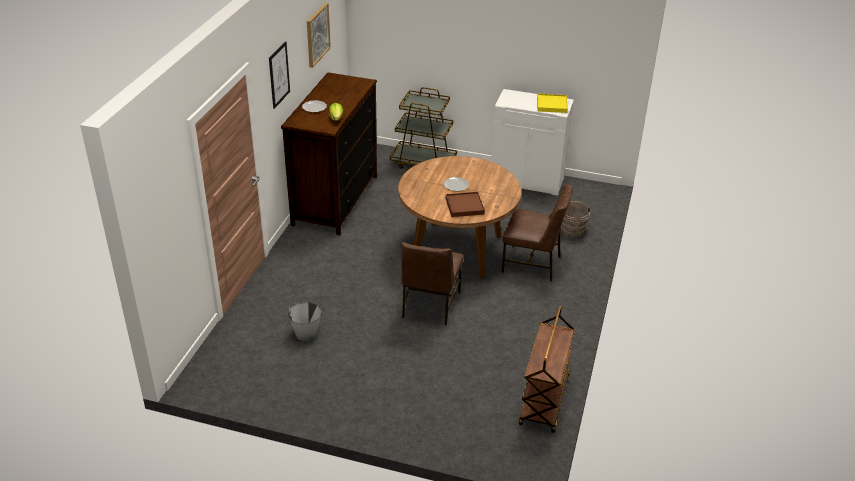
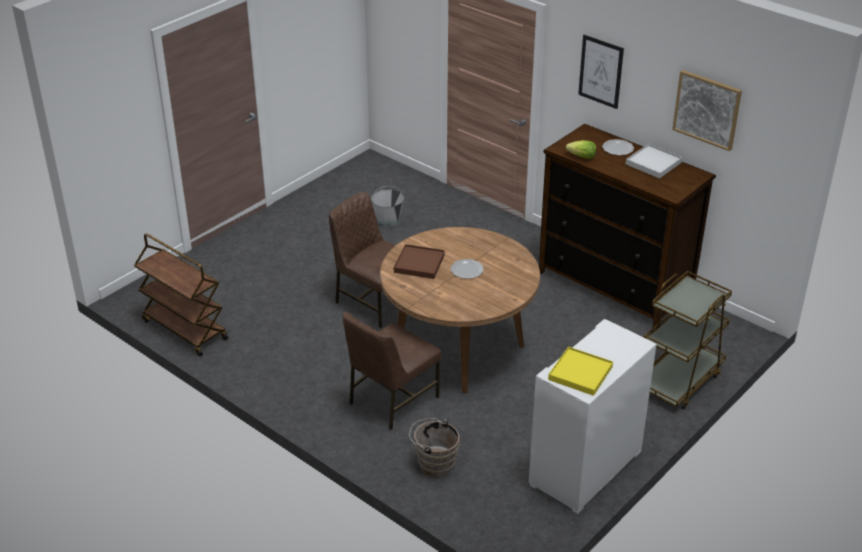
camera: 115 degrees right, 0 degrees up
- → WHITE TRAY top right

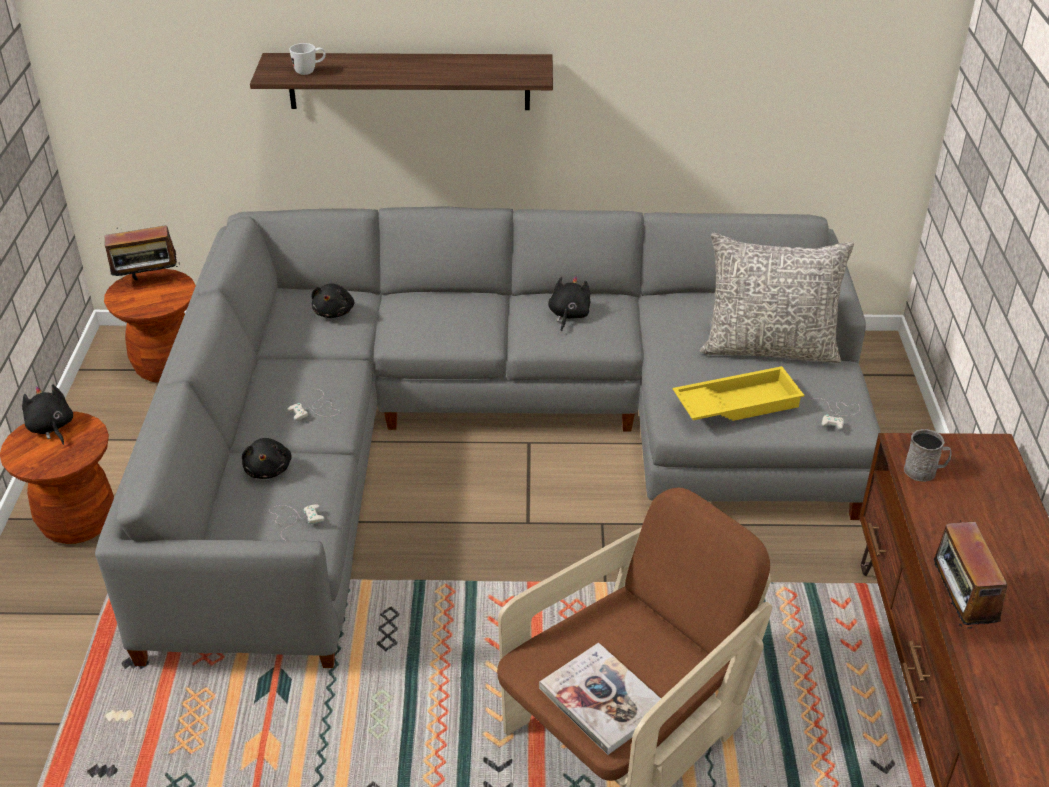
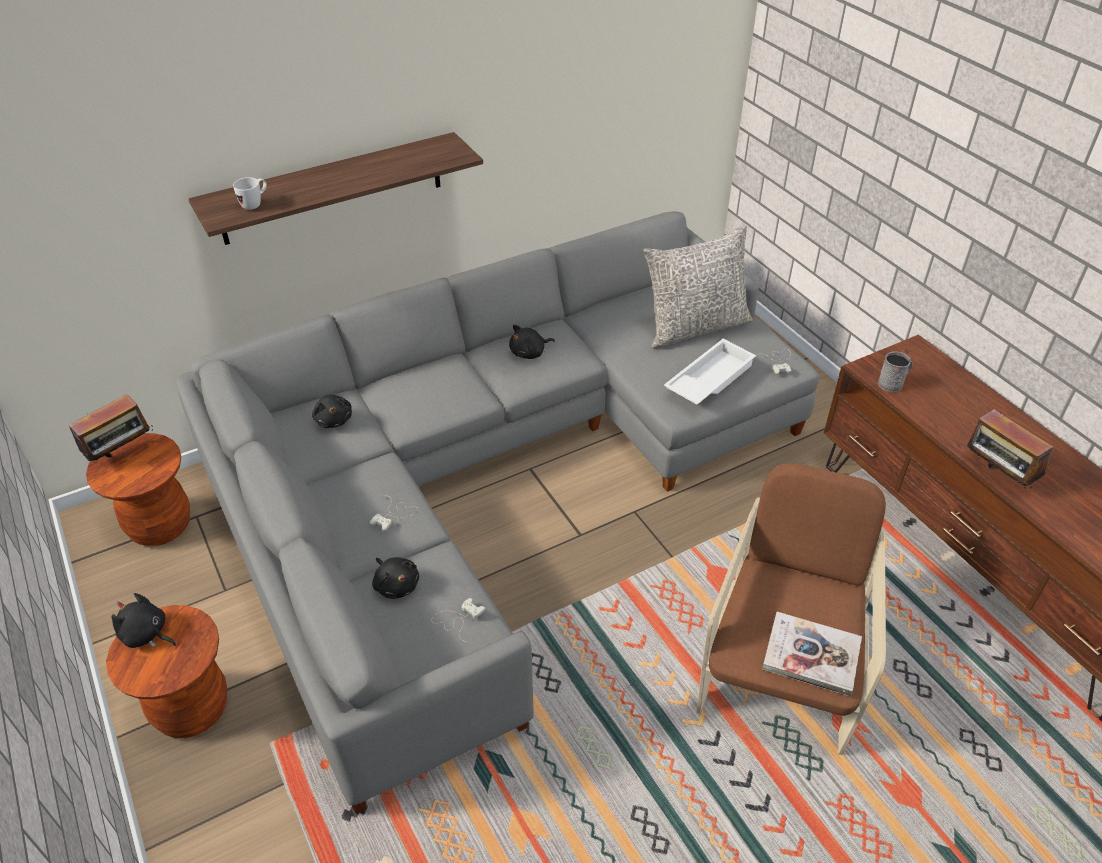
camera: 30 degrees left, 5 degrees up
BLACK SOFT TOY (4th from left) centre, 105 degrees counterclockwise
YELLOW-COLOURED TRAY middle right → WHITE TRAY centre

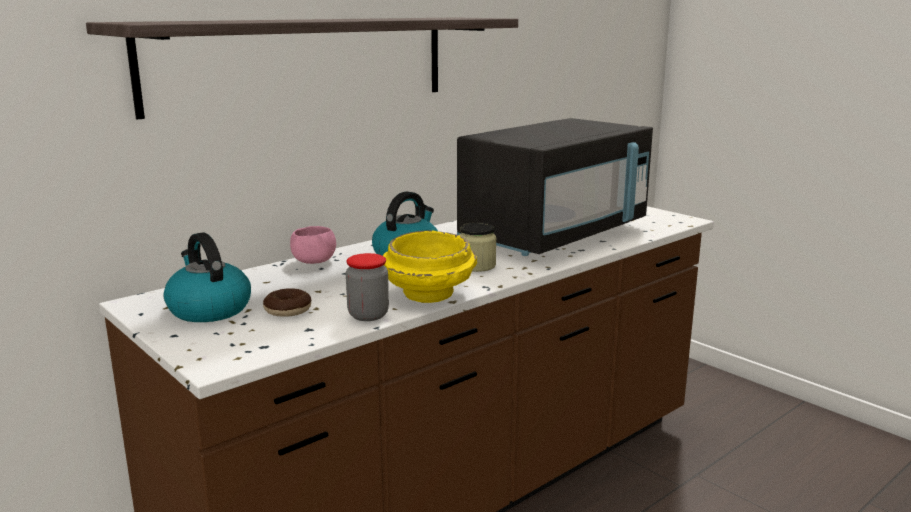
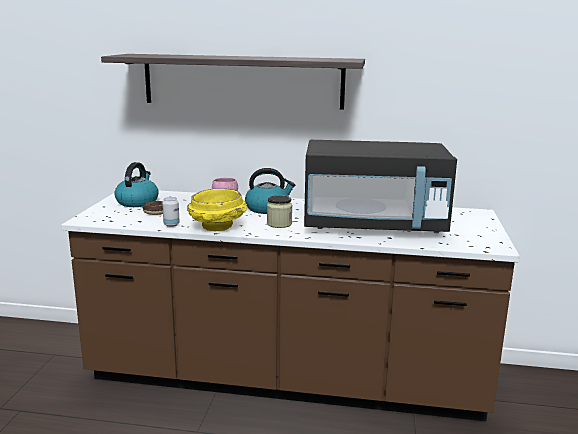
camera: 50 degrees right, 0 degrees up
STORAGE JAR (1st from left) centre → SEALED CAN middle left

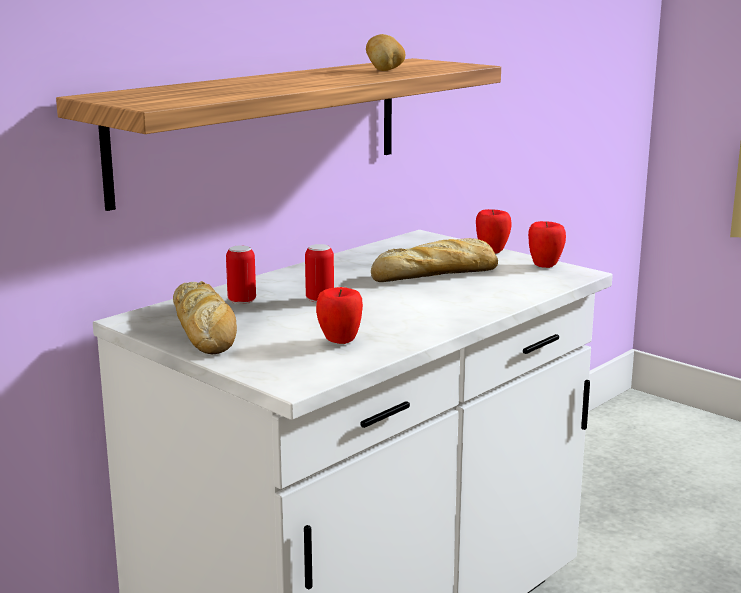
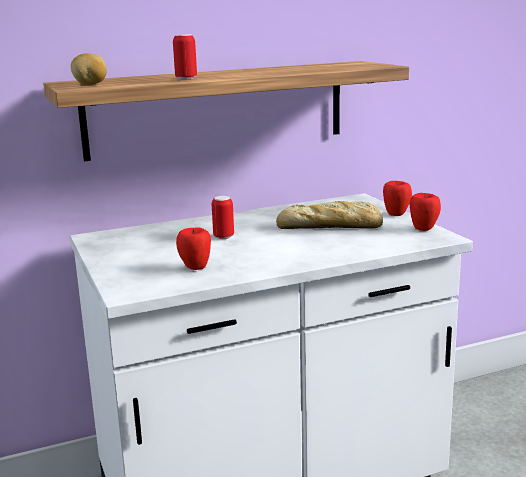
camera: 25 degrees right, 0 degrees up
POTATO top centre → POTATO top left, moved
SEALED CAN (1st from left) middle left → SEALED CAN (1st from left) top centre, moved
BAKED BREAD (1st from left) middle left → -

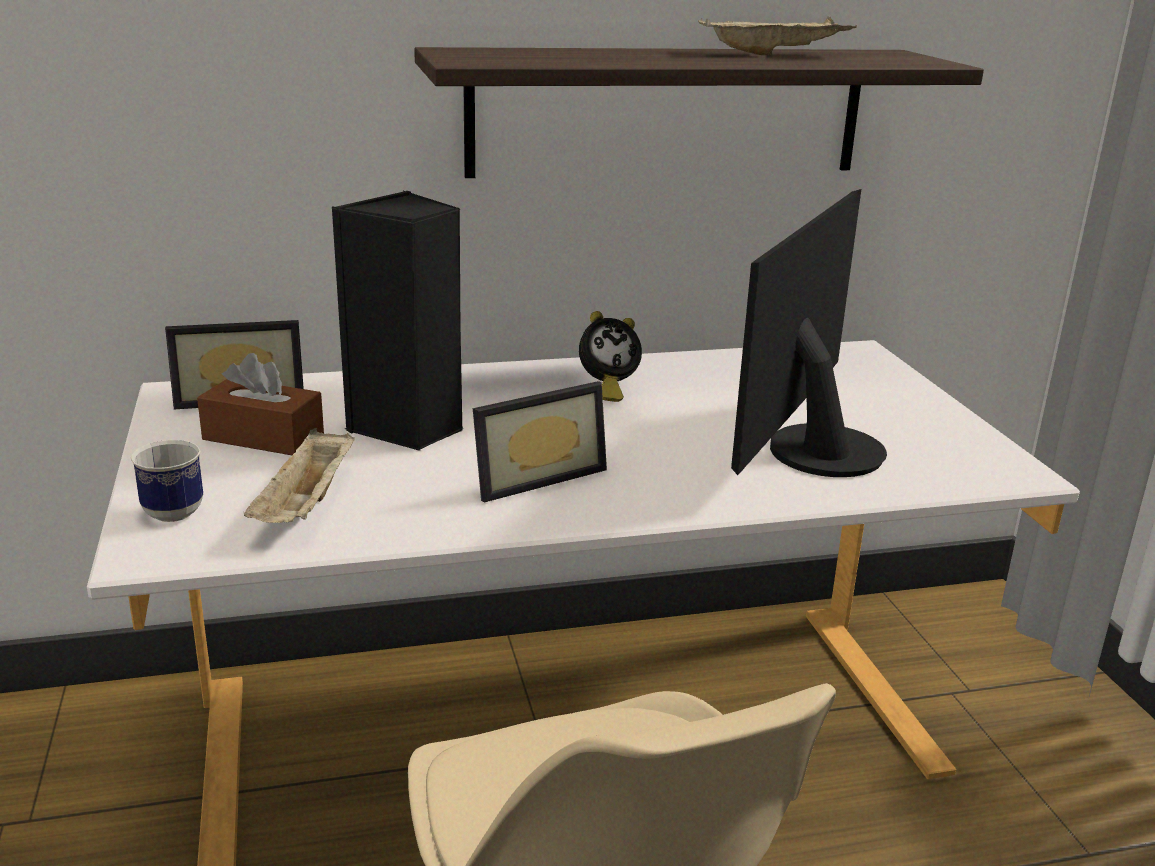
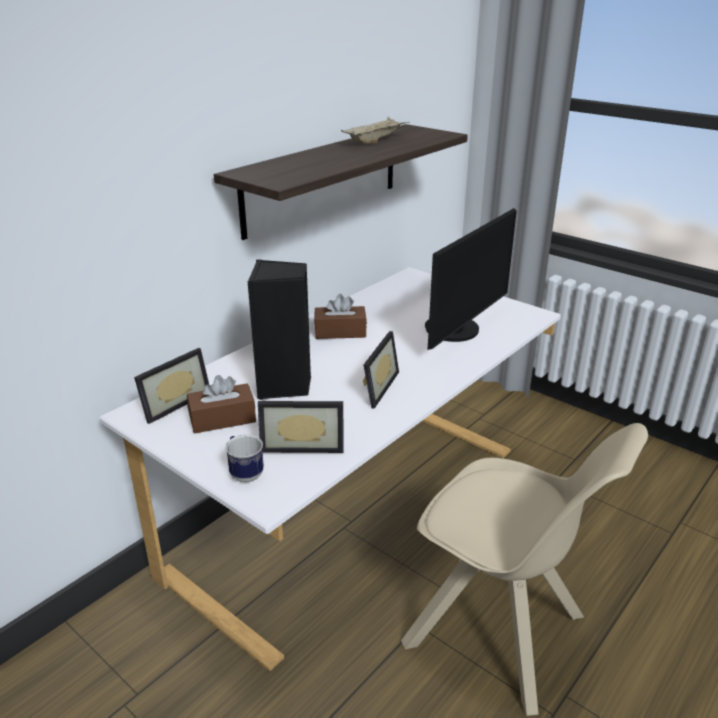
camera: 35 degrees left, 5 degrees up
COMPUTER DISPLAY middle right → COMPUTER DISPLAY centre, 135 degrees counterclockwise
BEDSIDE CLOCK centre → BROWN TISSUE BOX (2nd from left) centre
SAND-COLOURED TRAY (1st from left) middle left → STANDING FRAME (2nd from left) centre

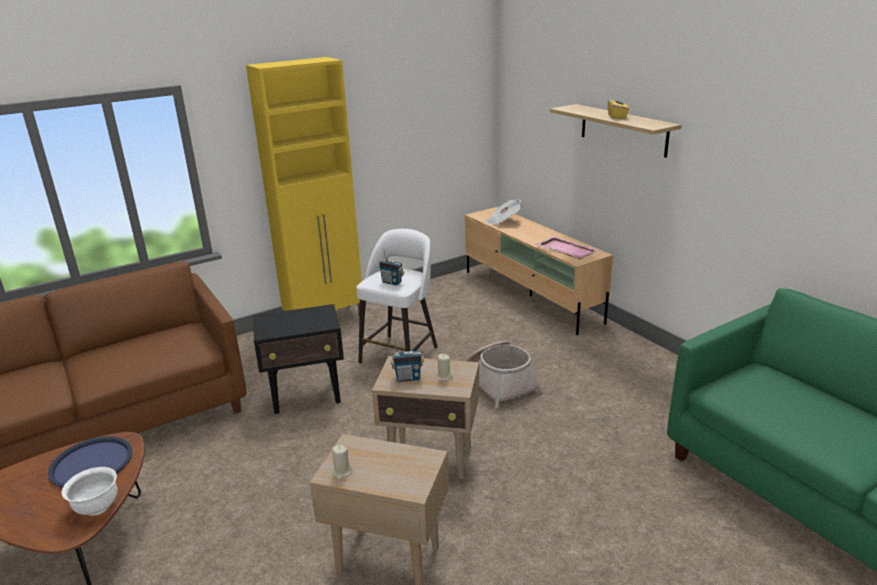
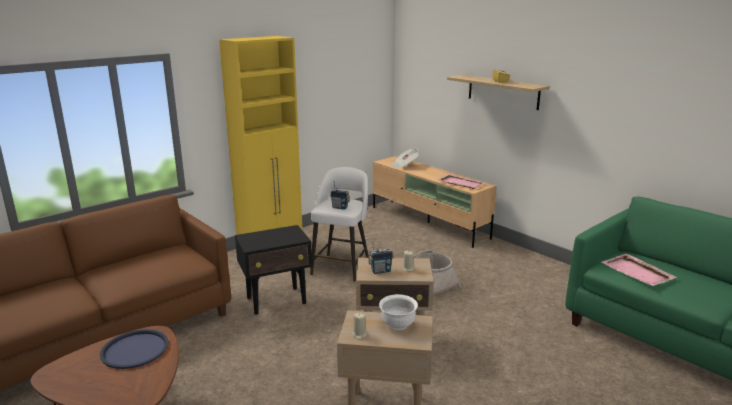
camera: 10 degrees left, 5 degrees down
WHITE SERVING BOWL bottom left → WHITE SERVING BOWL bottom centre, moved
- → PINK-COLOURED TRAY (2nd from left) bottom right

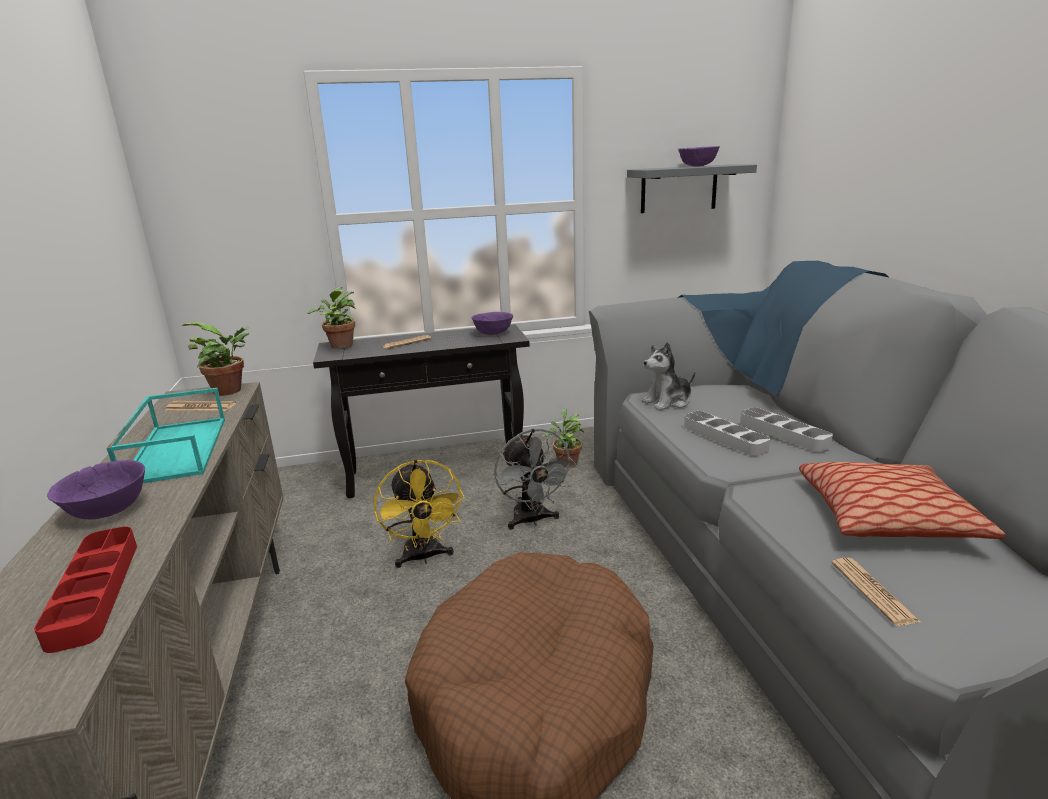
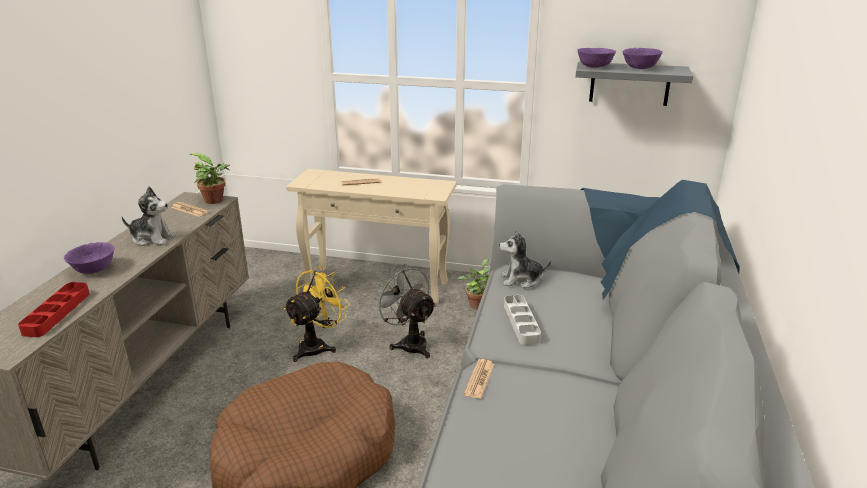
camera: 25 degrees right, 5 degrees up
HOUSEPLANT (2nd from left) middle left → -
PURPLE SERVING BOWL (2nd from left) centre → PURPLE SERVING BOWL (2nd from left) top right, moved
BLACK CONSOLE TABLE centre → SAND-COLOURED CONSOLE TABLE centre
BLUE-GREEN TRAY middle left → SOFT TOY (1st from left) middle left
GREY TRAY (2nd from left) middle right → -
GREY COOLING FAN centre, 135 degrees clockwise
YELLOW-COLOURED COOLING FAN centre, 150 degrees counterclockwise
CUSHION middle right → -
NEWSPAPER (3rd from left) bottom right → NEWSPAPER (3rd from left) bottom centre, moved

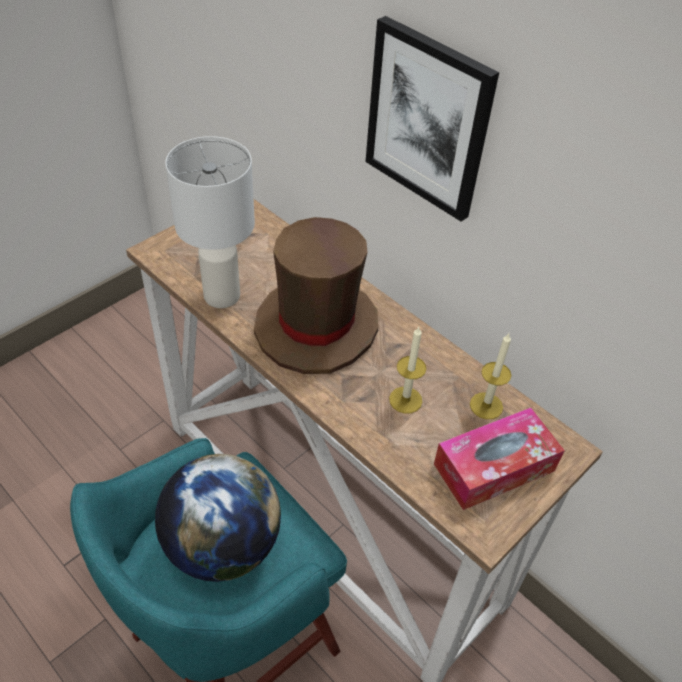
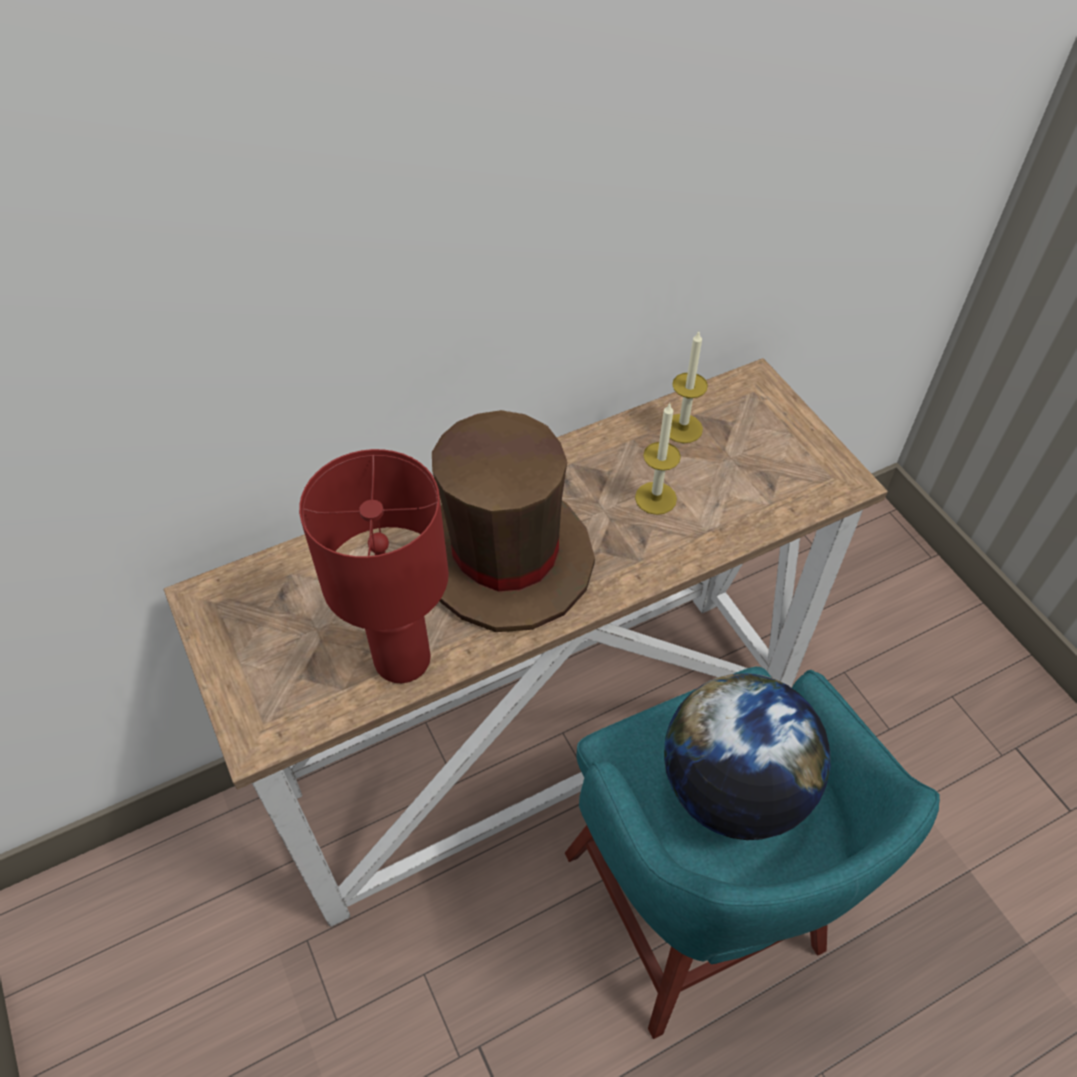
camera: 70 degrees left, 5 degrees up
WALL ART top centre → -
WHITE TABLE LAMP top left → REDDISH TABLE LAMP centre
TISSUE BOX bottom right → -

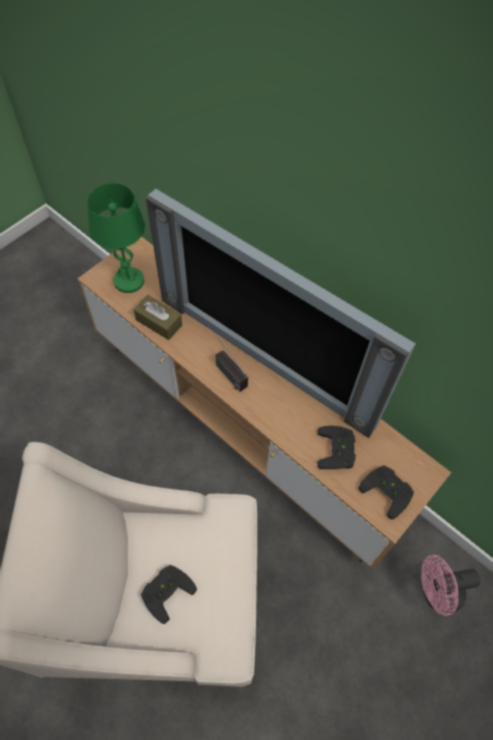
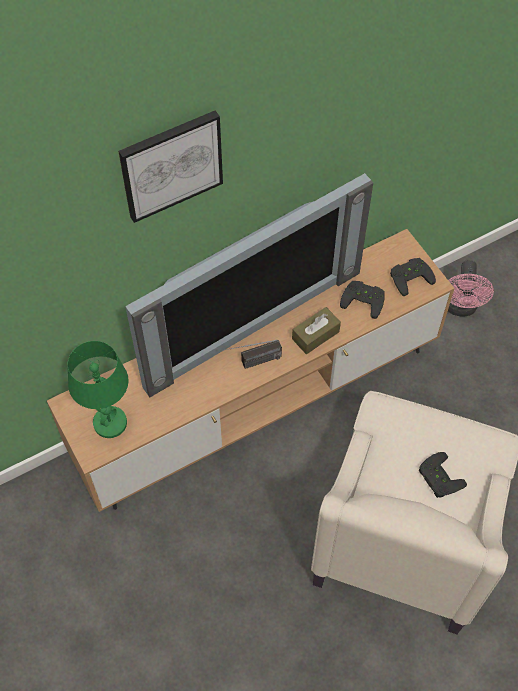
camera: 70 degrees left, 0 degrees up
BROWN TISSUE BOX middle left → BROWN TISSUE BOX centre, moved
- → WALL ART top left

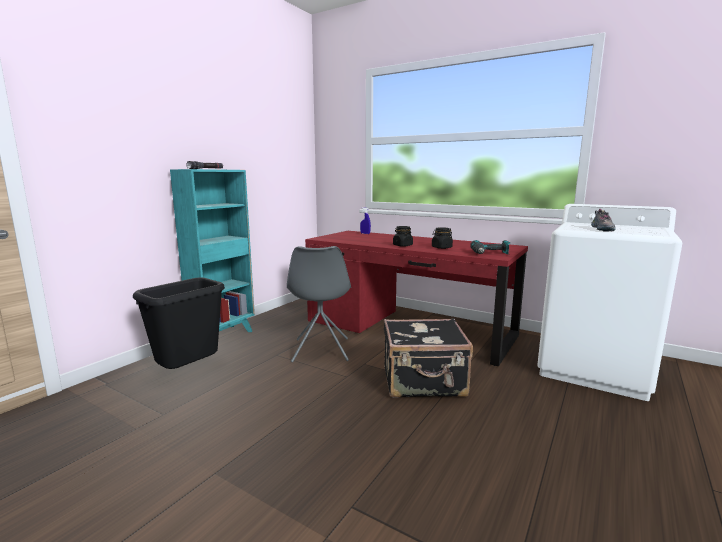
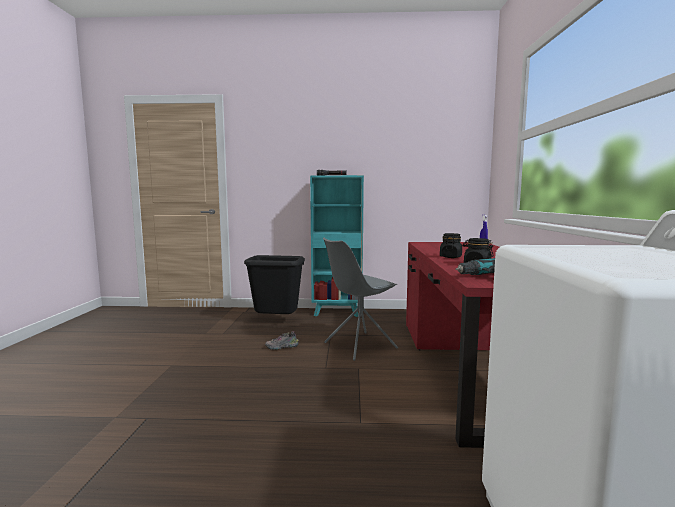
camera: 60 degrees right, 5 degrees down
LOW SHOE middle right → LOW SHOE bottom centre, moved
BLACK SUITCASE centre → -

